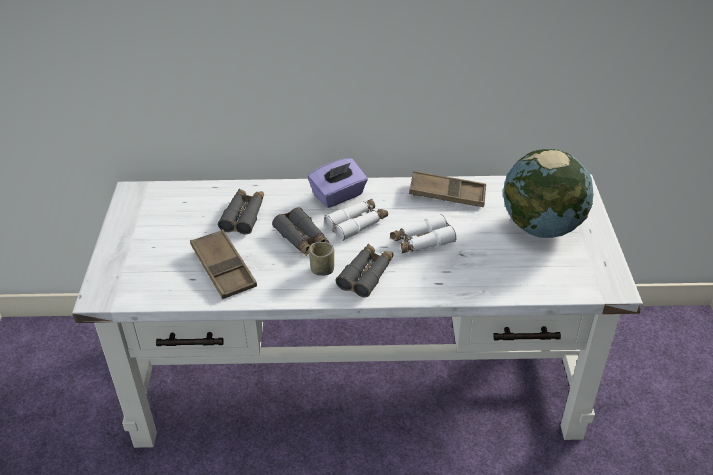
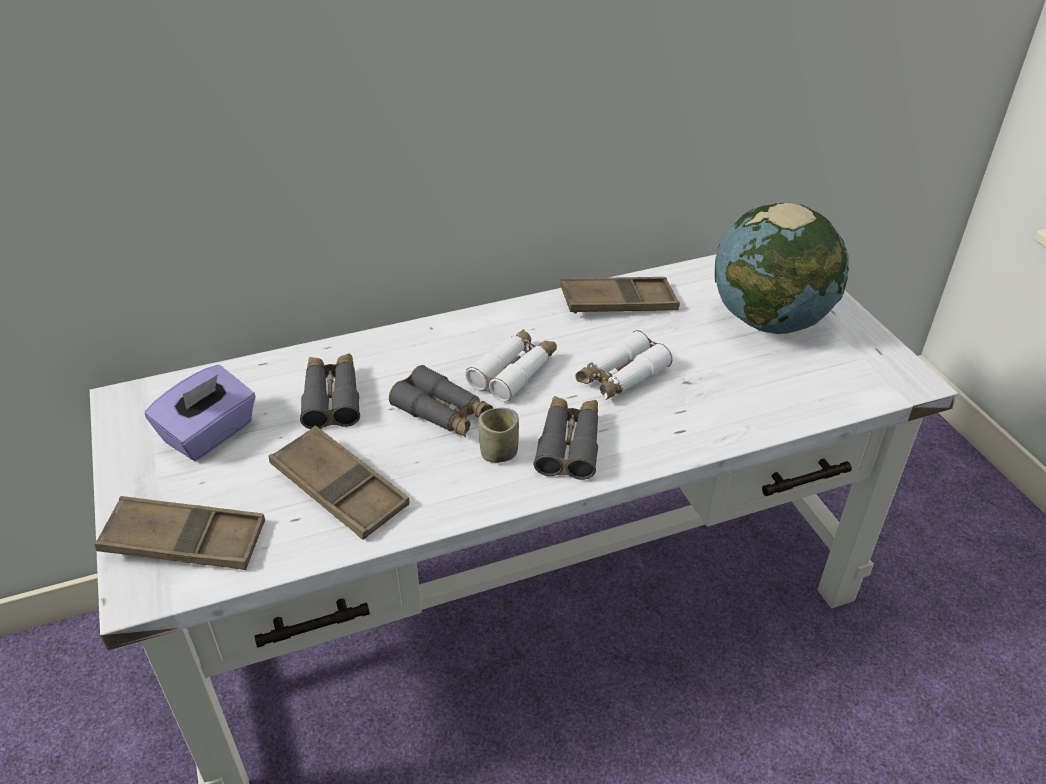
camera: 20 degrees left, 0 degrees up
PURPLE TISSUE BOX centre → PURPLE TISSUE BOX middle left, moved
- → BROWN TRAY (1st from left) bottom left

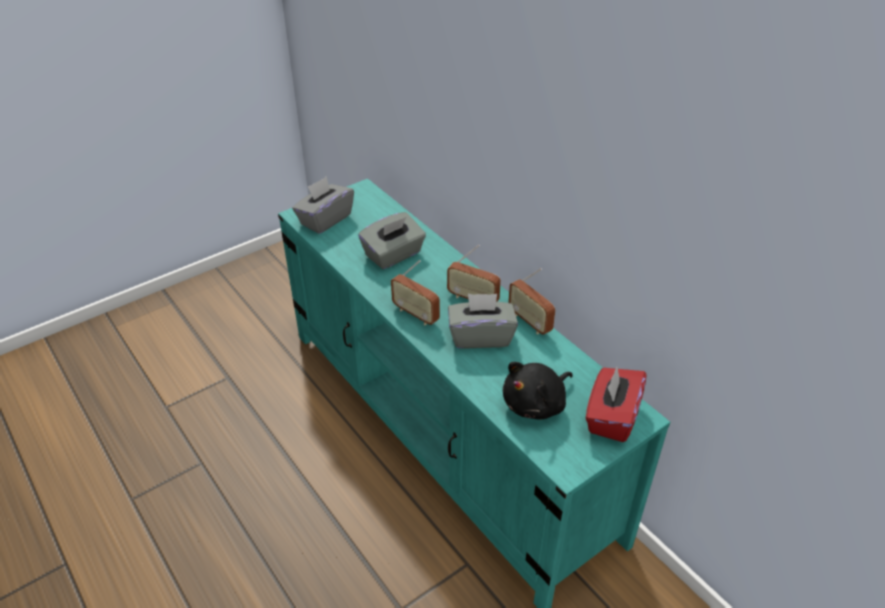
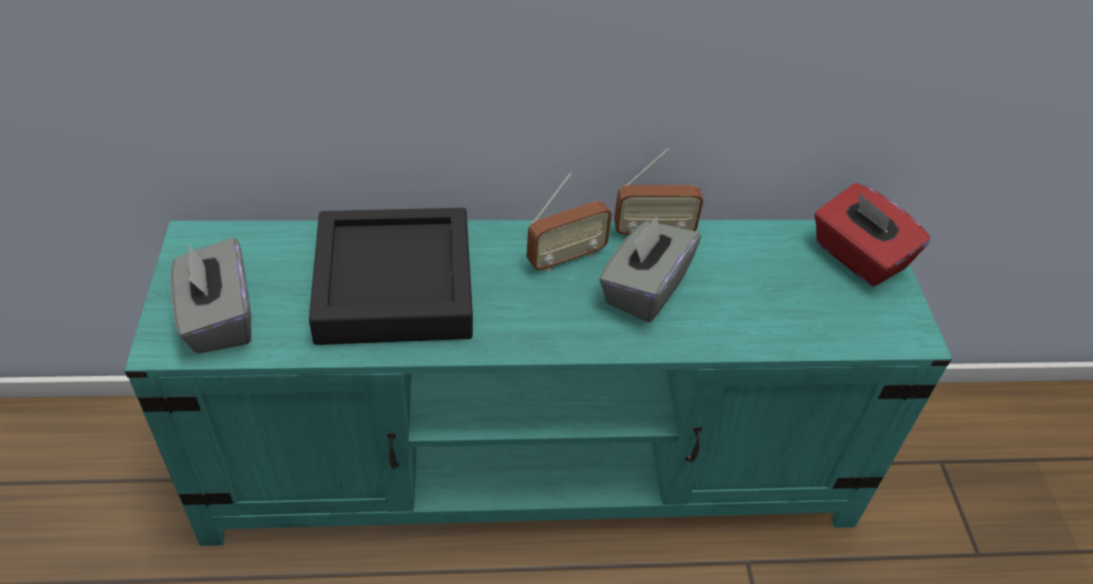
camera: 60 degrees left, 5 degrees up
GREY TISSUE BOX (2nd from left) centre → BLACK TRAY centre
RADIO RECEIVER (1st from left) centre → -
BLACK SOFT TOY centre → -

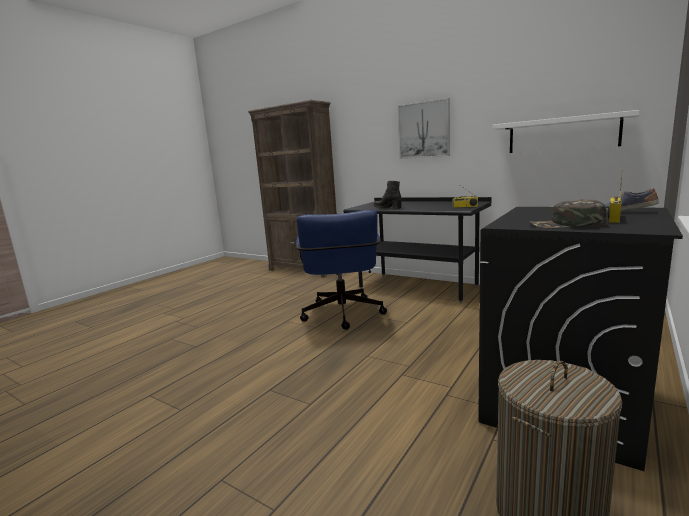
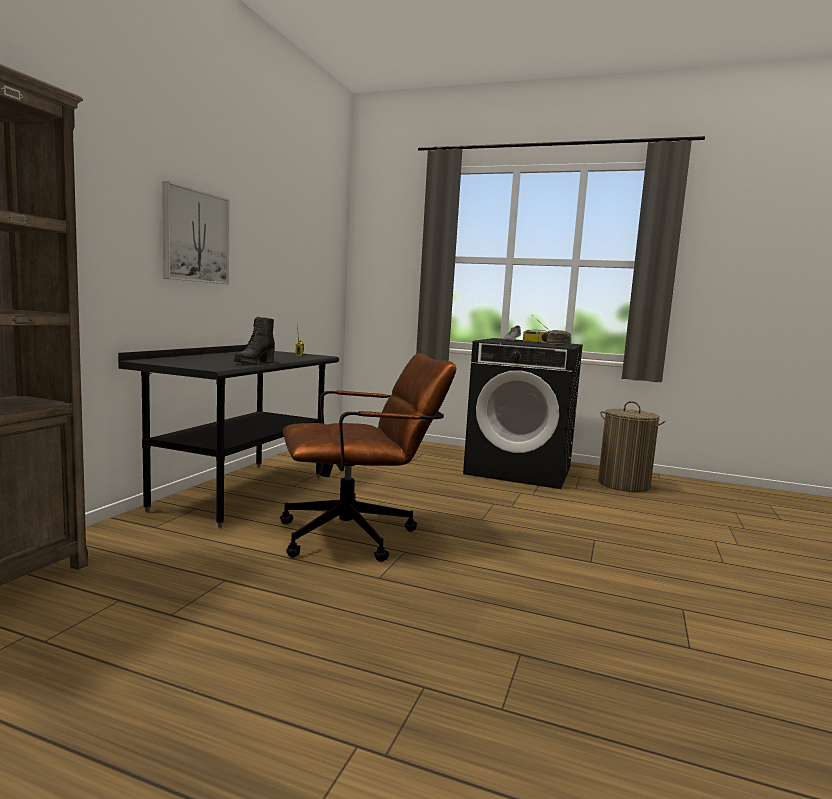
camera: 105 degrees left, 5 degrees down
WHITE BRACKET SHELF top right → -
BLUISH DESK CHAIR centre → BROWN DESK CHAIR centre

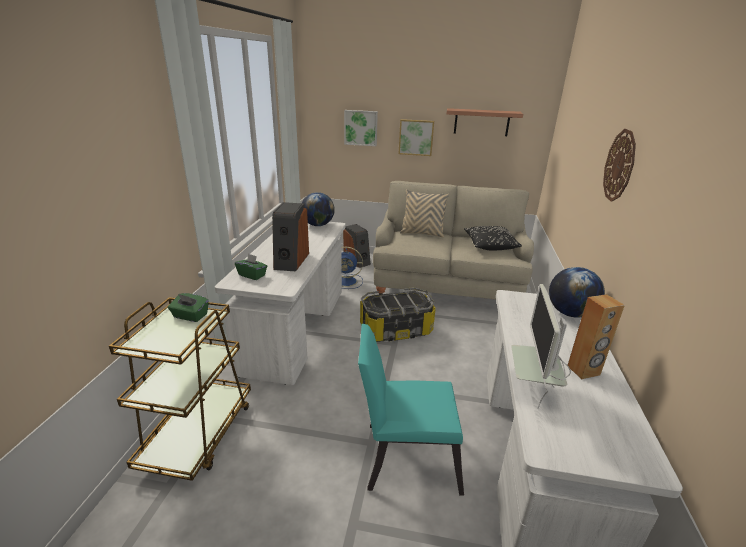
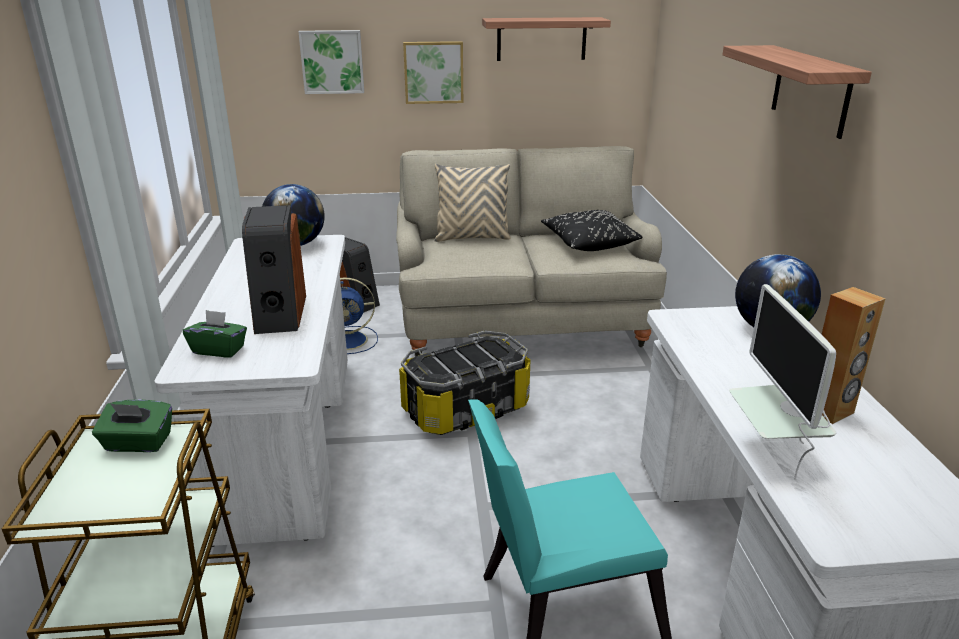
camera: 15 degrees left, 0 degrees up
CLOCK ON THE WALL top right → BRACKET SHELF (2nd from left) top right

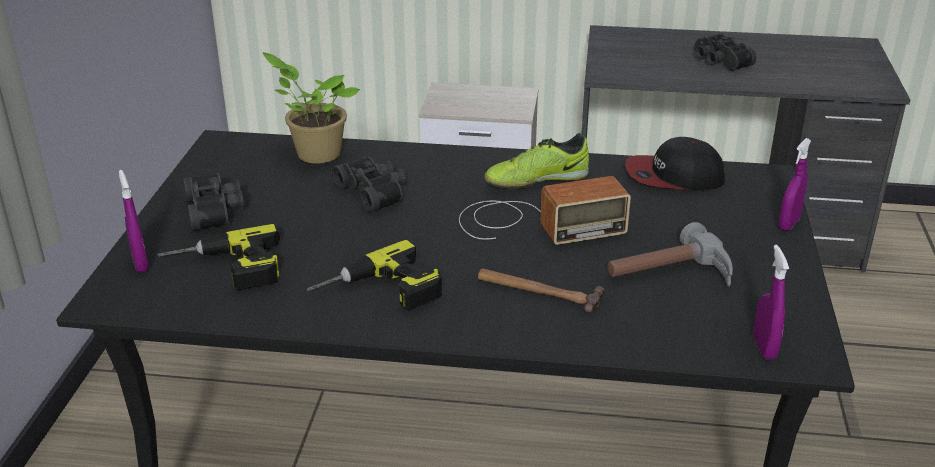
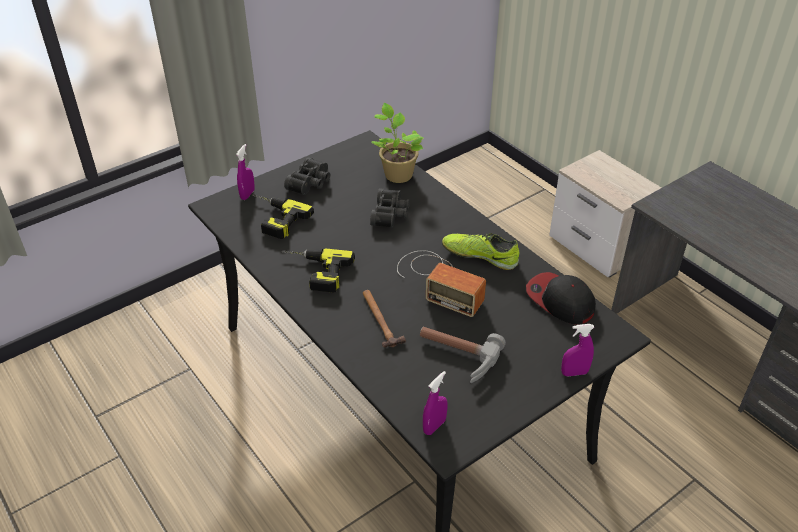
camera: 45 degrees right, 10 degrees up
BLACK PAIR OF BINOCULARS (3rd from left) top right → -

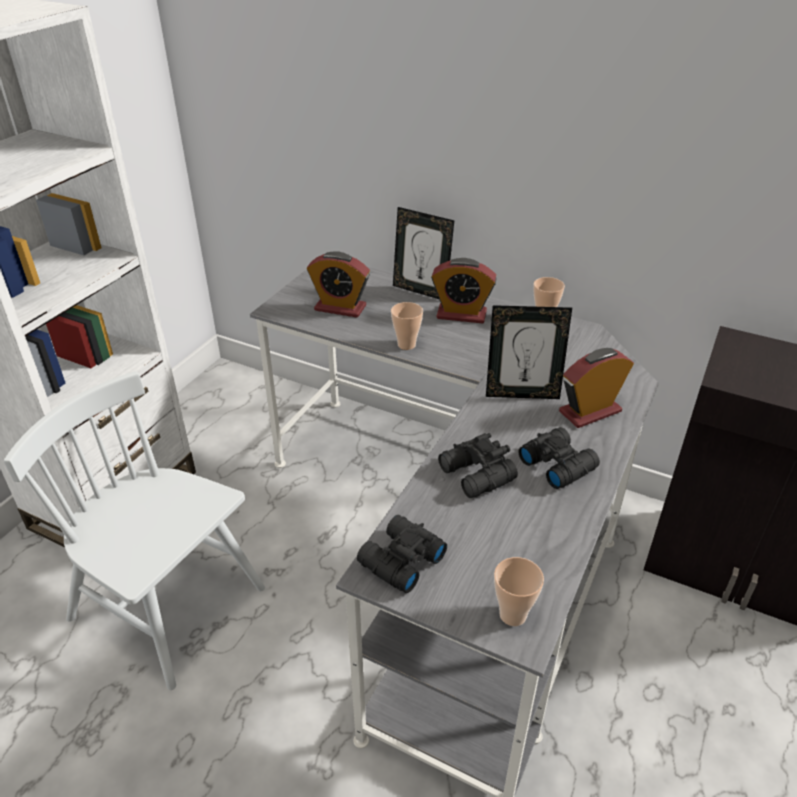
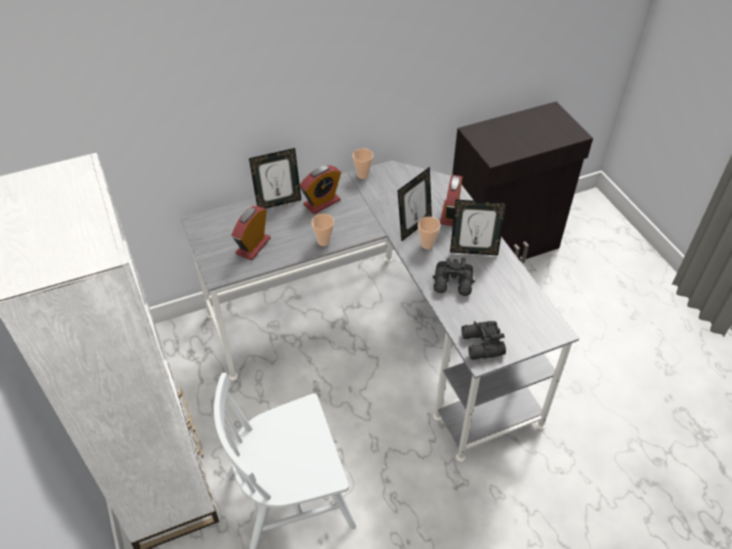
camera: 50 degrees left, 10 degrees up
BEDSIDE CLOCK (1st from left) centre, 150 degrees clockwise
BLACK PAIR OF BINOCULARS (3rd from left) middle right → STANDING FRAME (3rd from left) centre
DRINKING CUP (2nd from left in the first image) bottom centre → DRINKING CUP (3rd from left) centre, moved

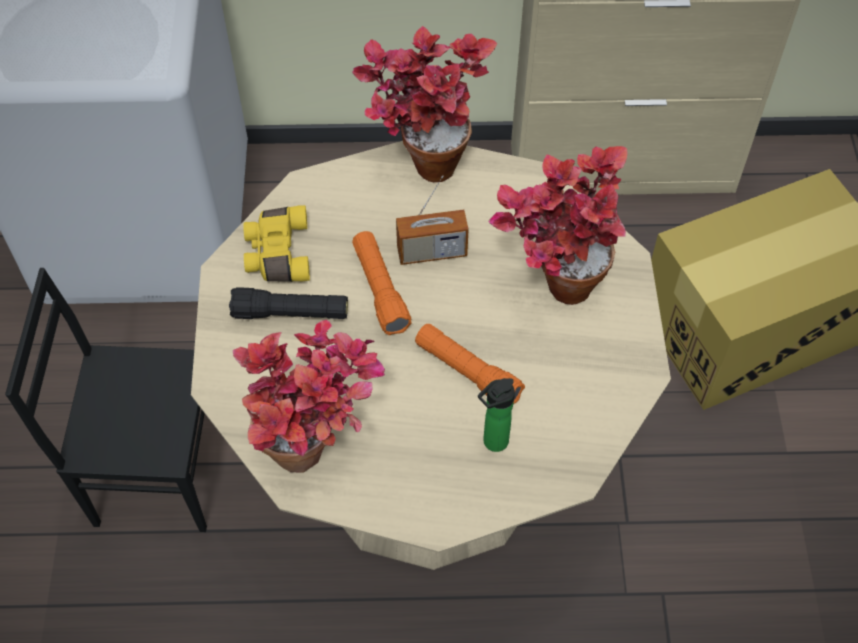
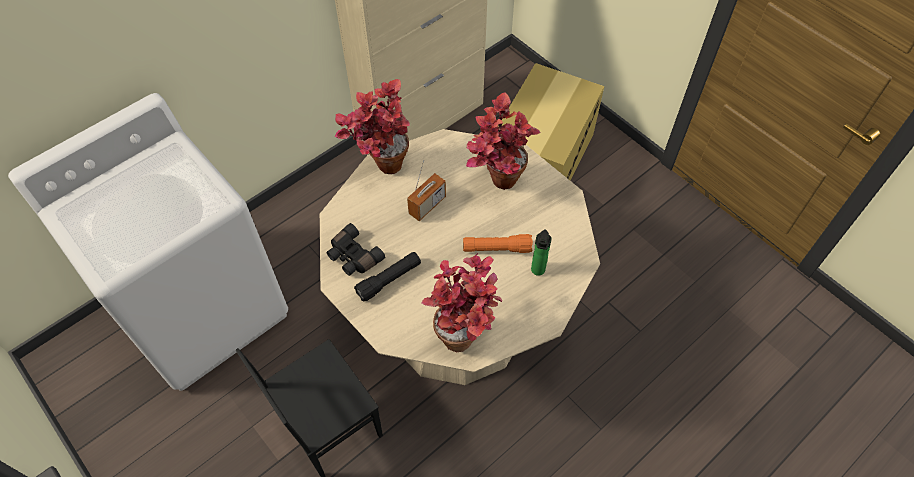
camera: 40 degrees left, 0 degrees up
YELLOW-COLOURED PAIR OF BINOCULARS middle left → BLACK PAIR OF BINOCULARS centre
ORANGE TORCH (1st from left) centre → -

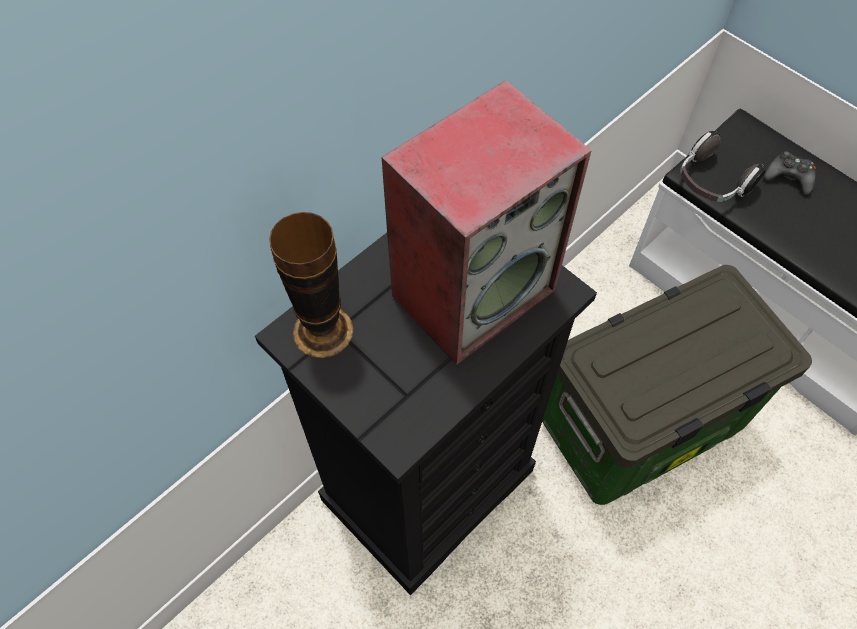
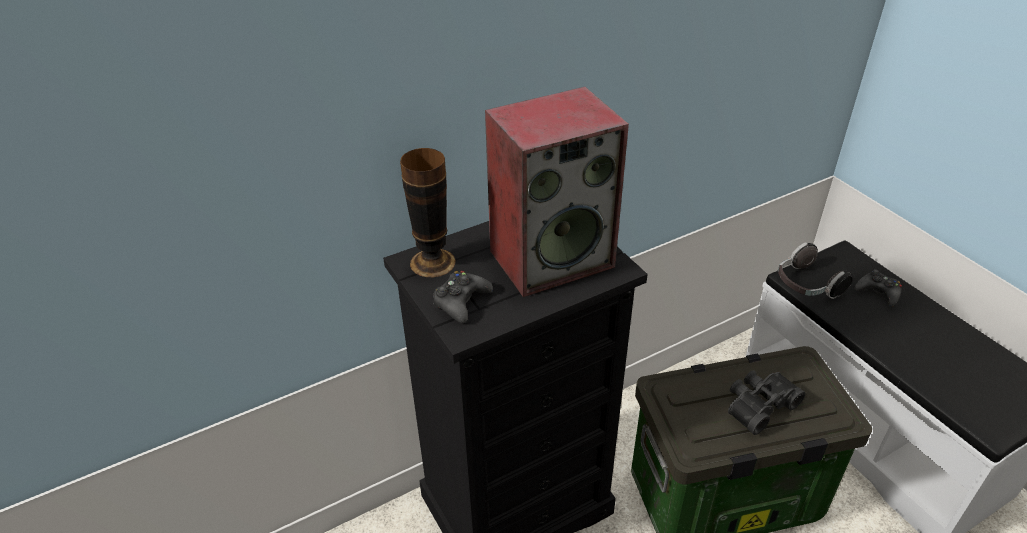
camera: 15 degrees right, 20 degrees down
- → BLACK GAME CONTROLLER (1st from left) centre
- → BLACK PAIR OF BINOCULARS bottom right

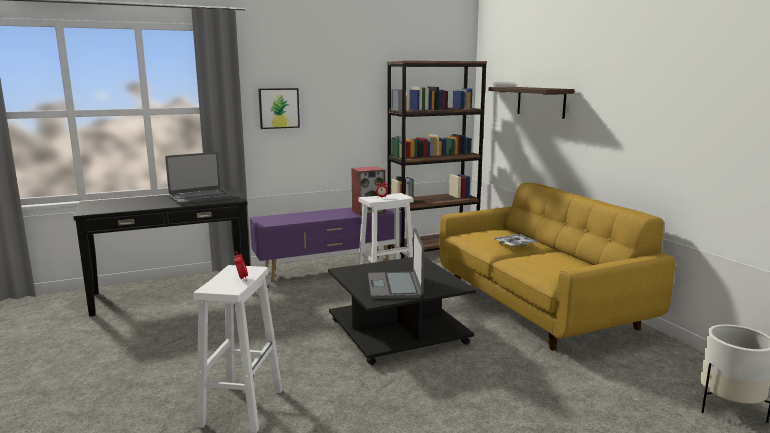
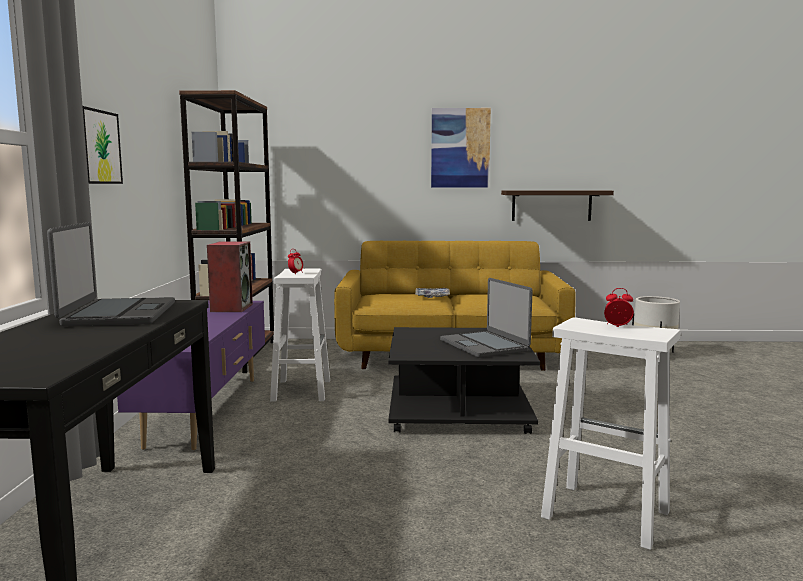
camera: 65 degrees left, 5 degrees down
BRACKET SHELF top right → BRACKET SHELF middle right, moved
PORTABLE COMPUTER (2nd from left) centre, 45 degrees clockwise
- → WALL ART (2nd from left) top centre

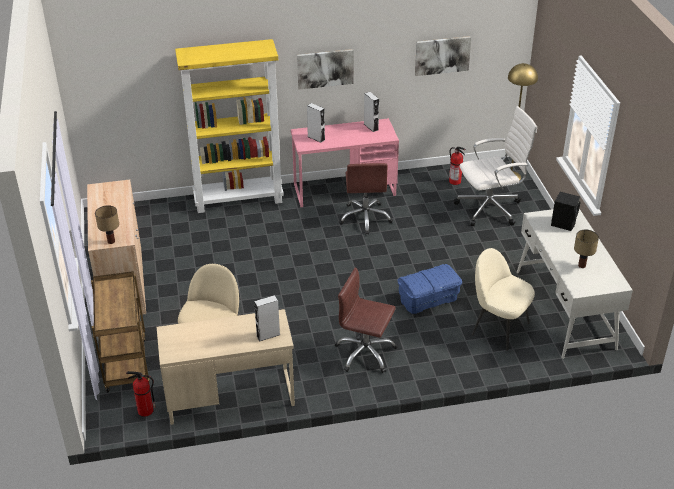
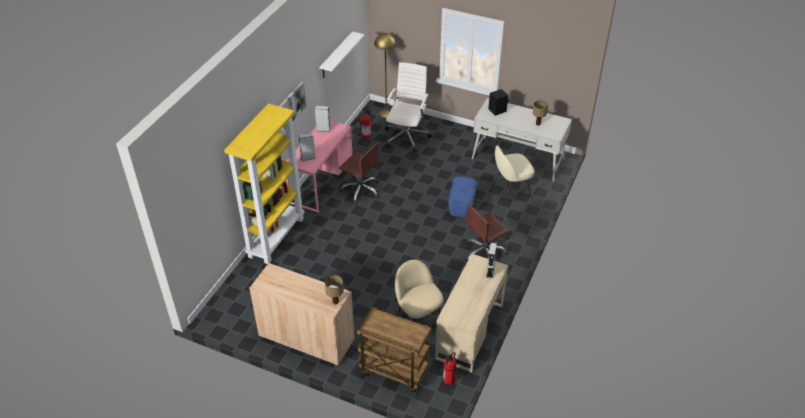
camera: 55 degrees left, 5 degrees up
WALL ART (2nd from left) top centre → WHITE BRACKET SHELF top centre

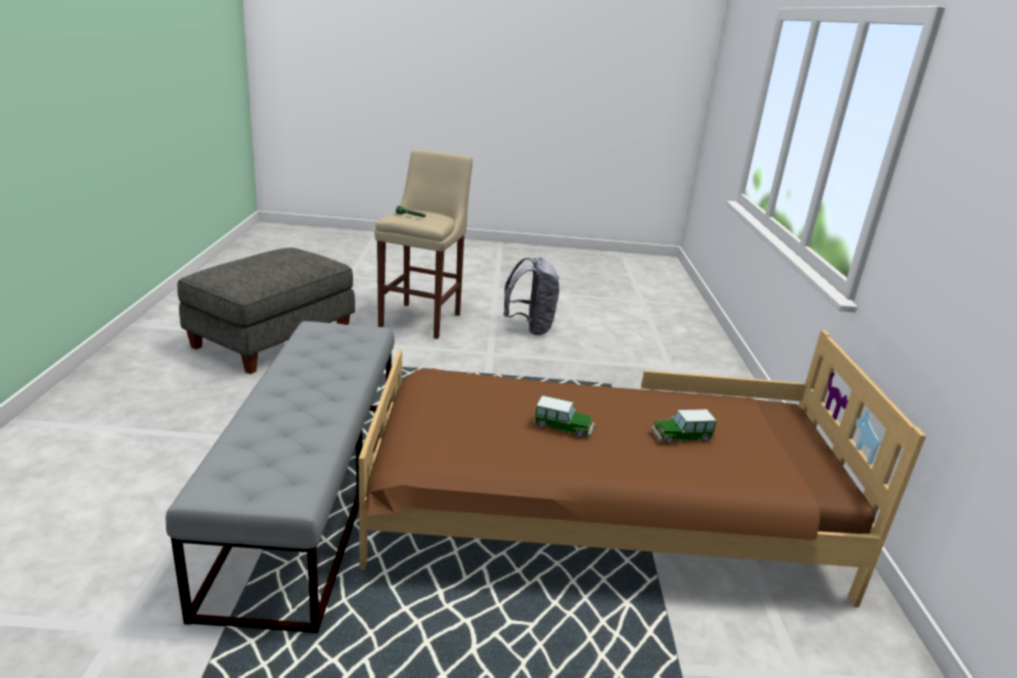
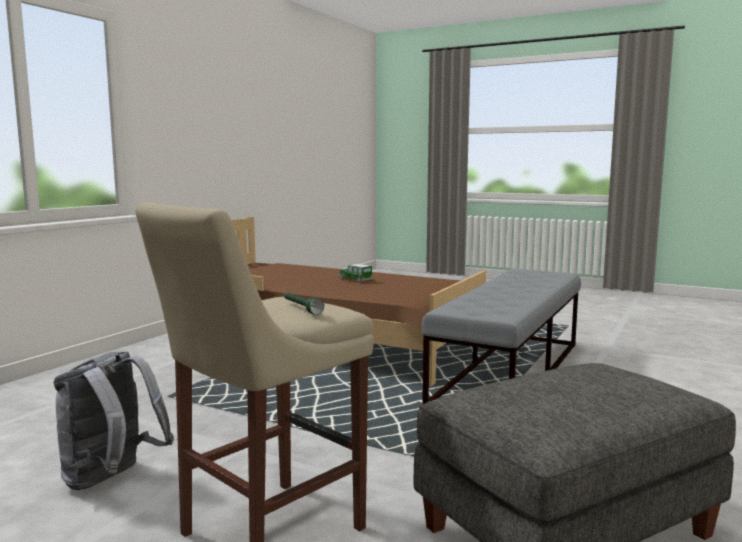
camera: 150 degrees left, 15 degrees down
TOY CAR (2nd from left) middle right → -

